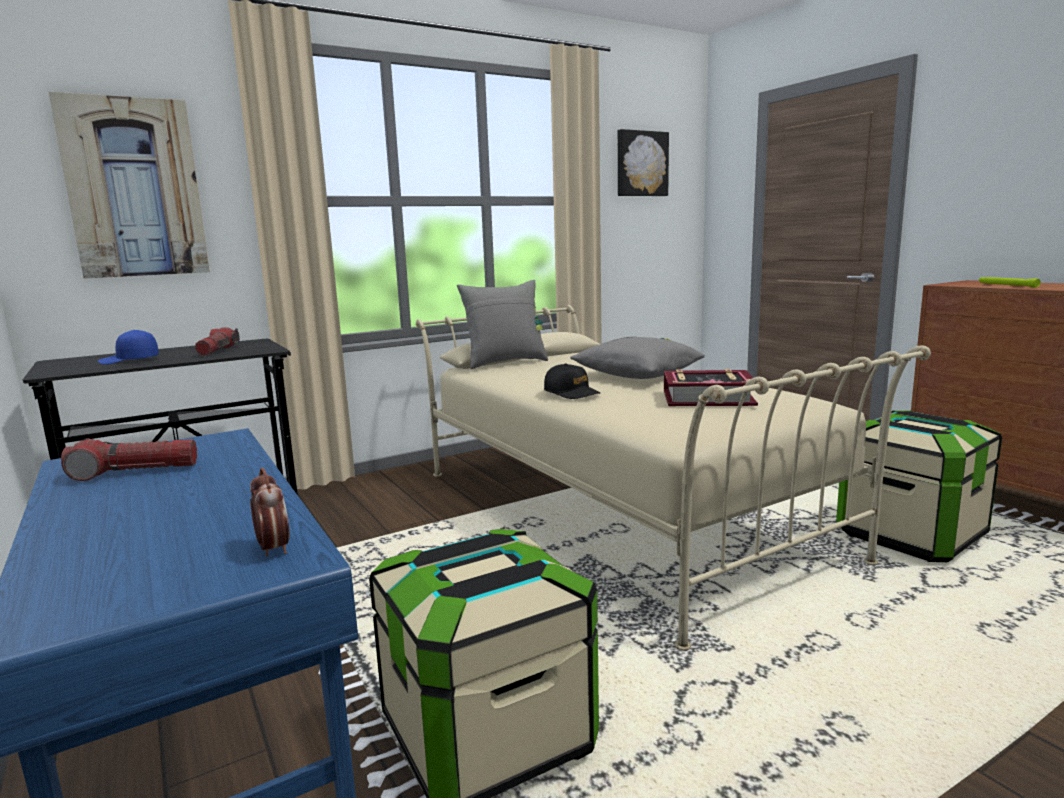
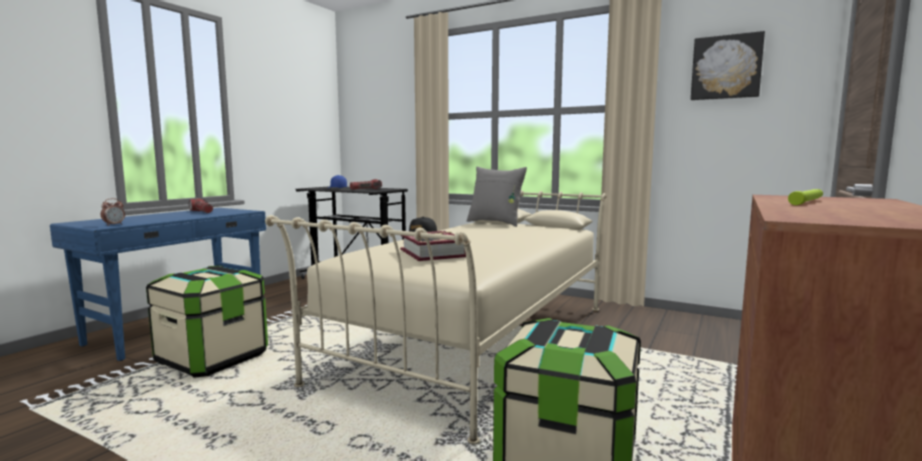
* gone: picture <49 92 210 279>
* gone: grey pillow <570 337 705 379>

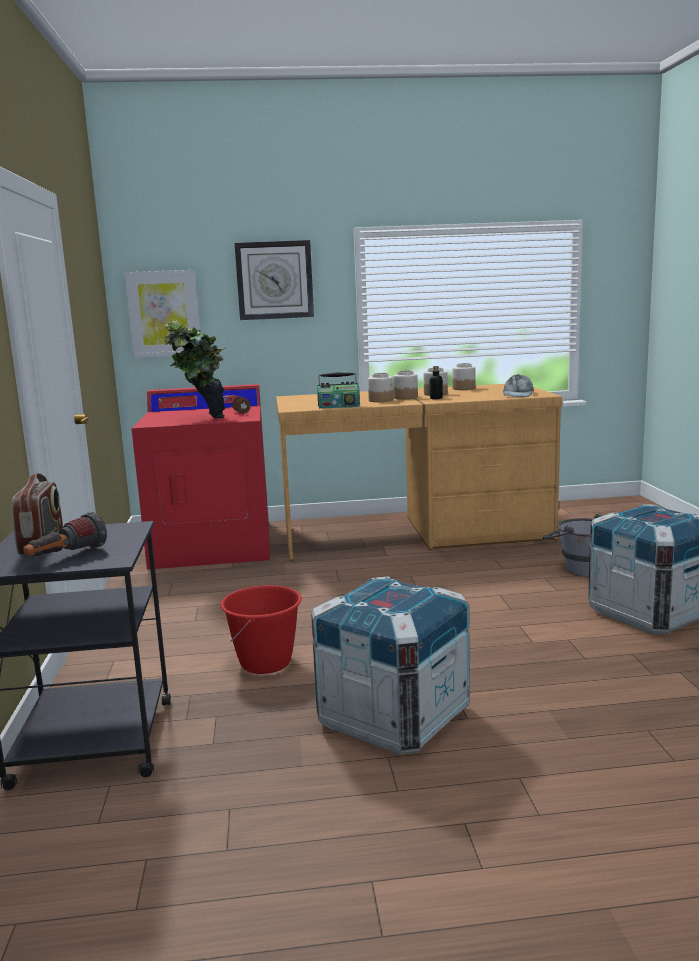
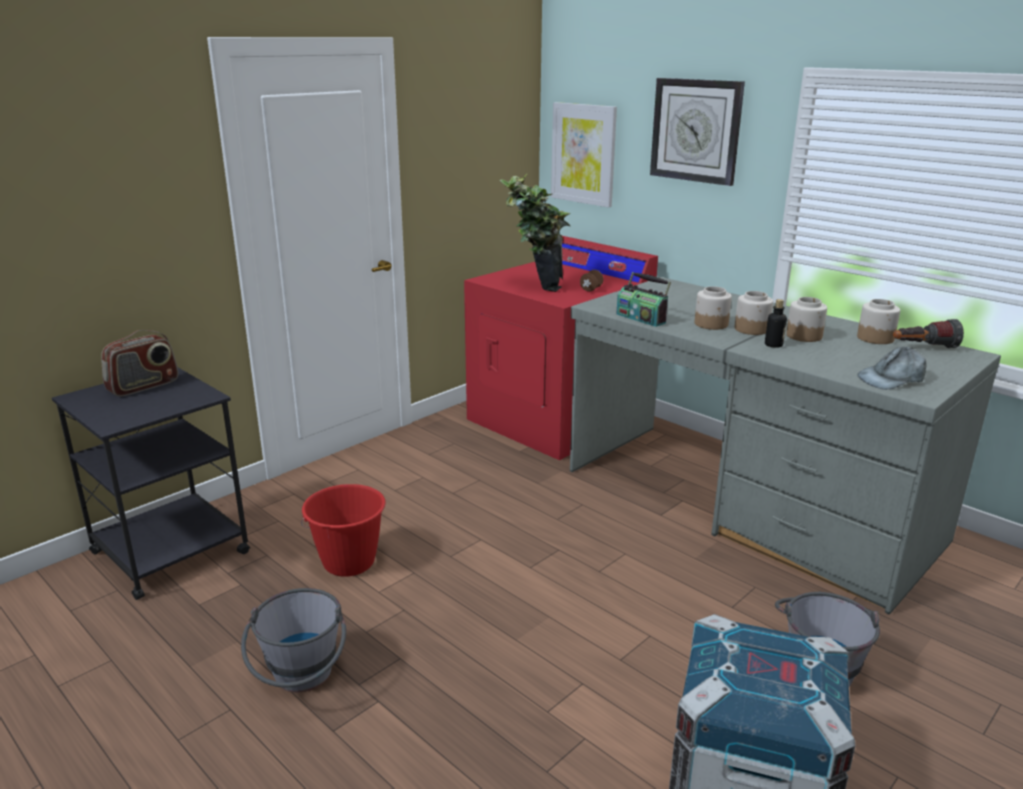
* shifted: flashlight <23 512 107 556> to <893 319 964 348>
* repainted: brown desk <276 384 563 562> to grey desk <570 277 1001 614>
* swapped: crate <311 576 470 755> to grey bucket <241 588 346 692>

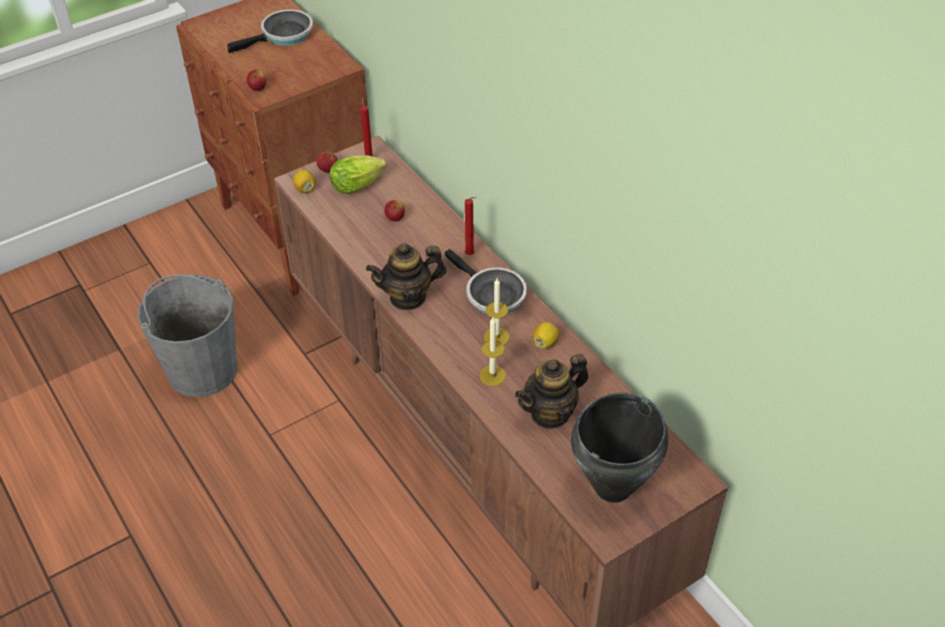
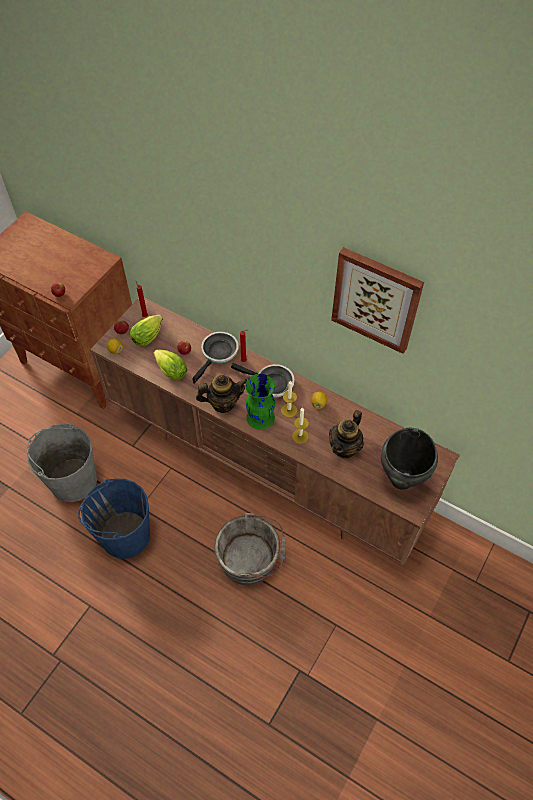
* shifted: frying pan <227 9 313 53> to <192 332 239 383>
* rotated: teapot <366 243 447 310> = <196 375 247 413> 150 degrees counterclockwise
* new: blue bucket <78 478 150 559>
* new: lettuce <154 349 187 380>
* new: grey bucket <214 513 286 585>
* new: green vase <245 374 275 430>
* new: picture <331 247 424 354>

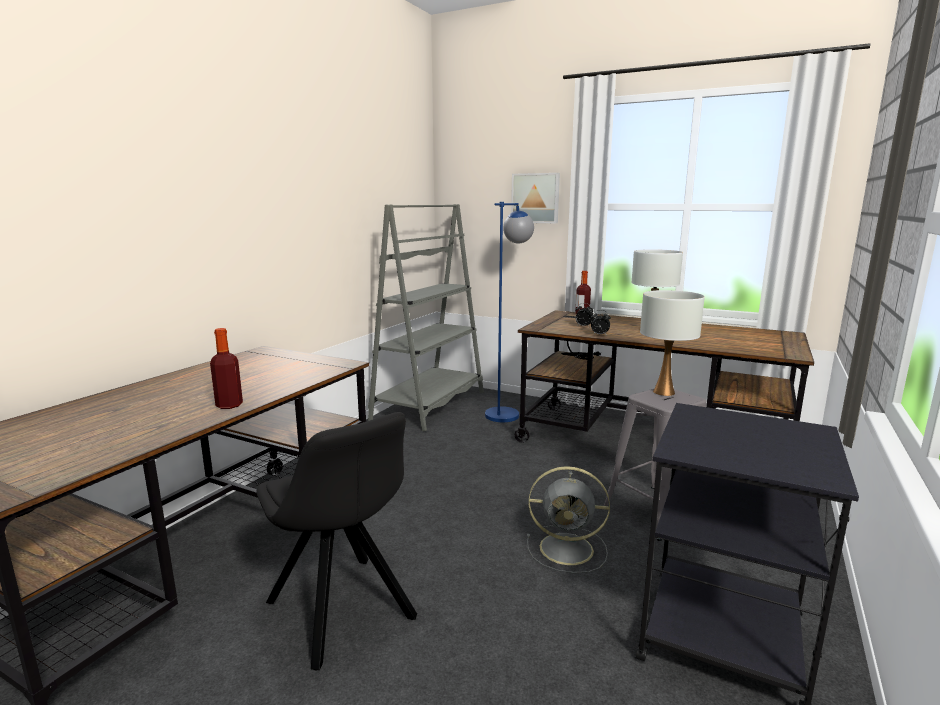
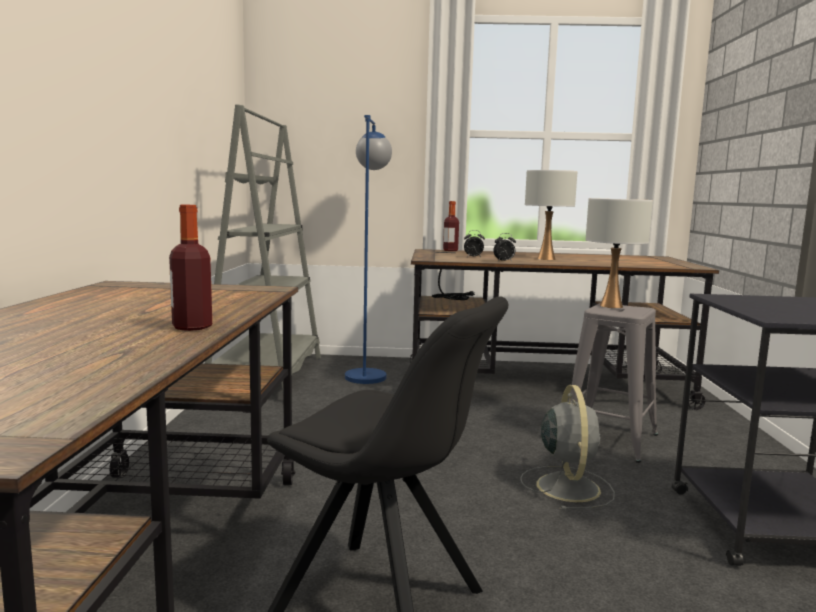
* gone: picture <511 173 560 223>
* rotated: grey fan <527 466 610 573> = <520 385 615 510> 75 degrees counterclockwise

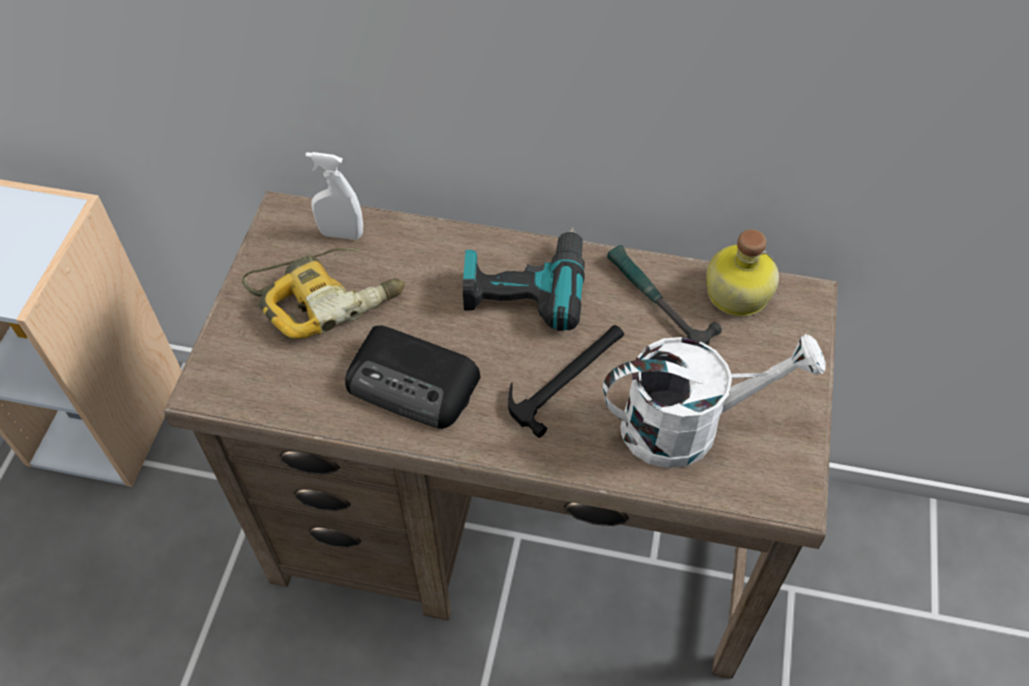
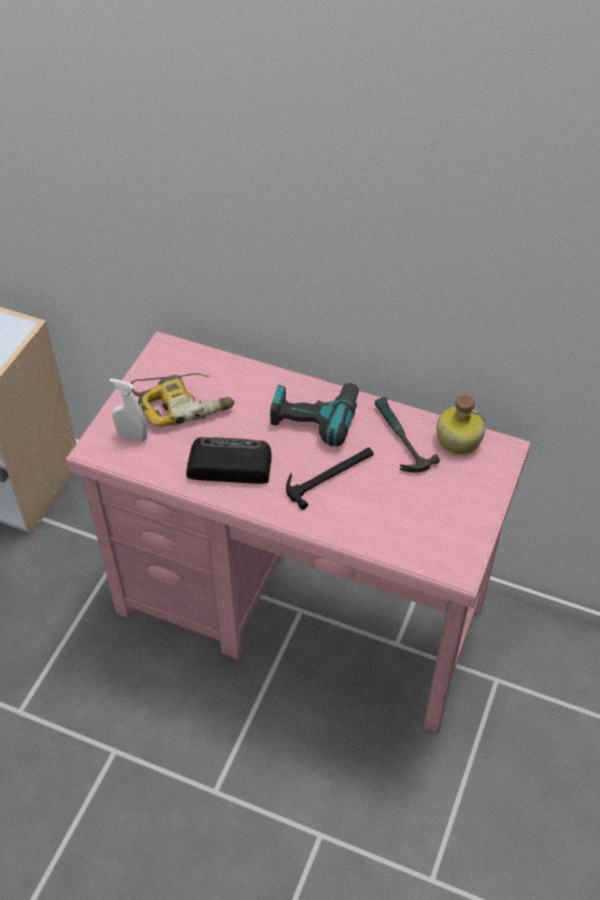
* repainted: brown desk <164 191 838 678> to pink desk <66 331 531 733>
* shifted: white spray bottle <306 152 363 240> to <109 378 147 442>
* rotated: radio <345 325 481 429> = <186 437 272 484> 150 degrees clockwise
* gone: white watering can <603 334 826 468>

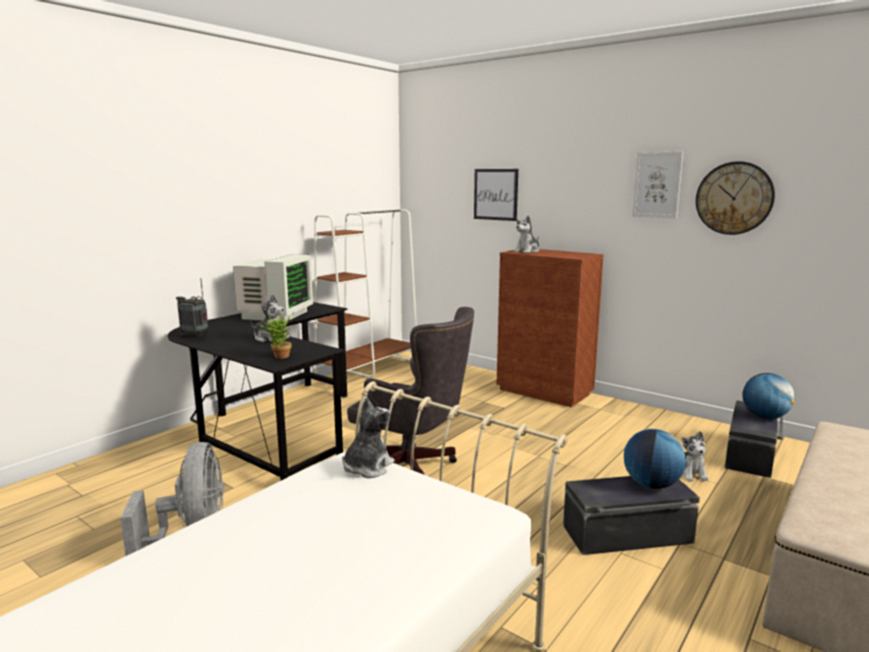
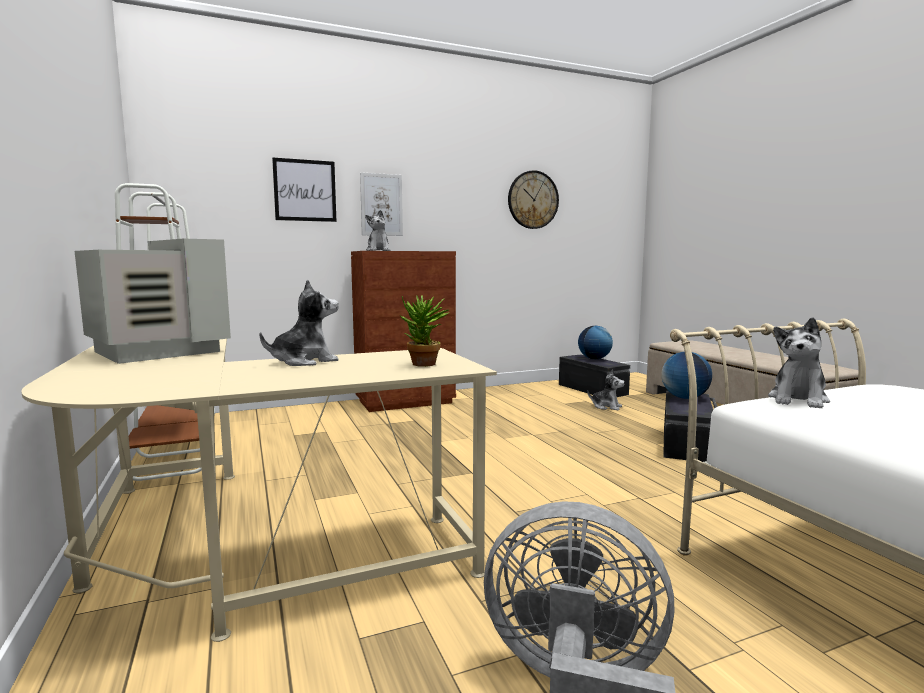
* repainted: black desk <168 302 348 480> to beige desk <21 339 497 642>
* gone: radio <176 278 208 337>
* rotated: plush toy <342 397 395 478> = <768 317 830 408> 120 degrees counterclockwise
* gone: grey office chair <347 307 474 474>
* shifted: picture <632 151 683 218> to <360 172 403 236>

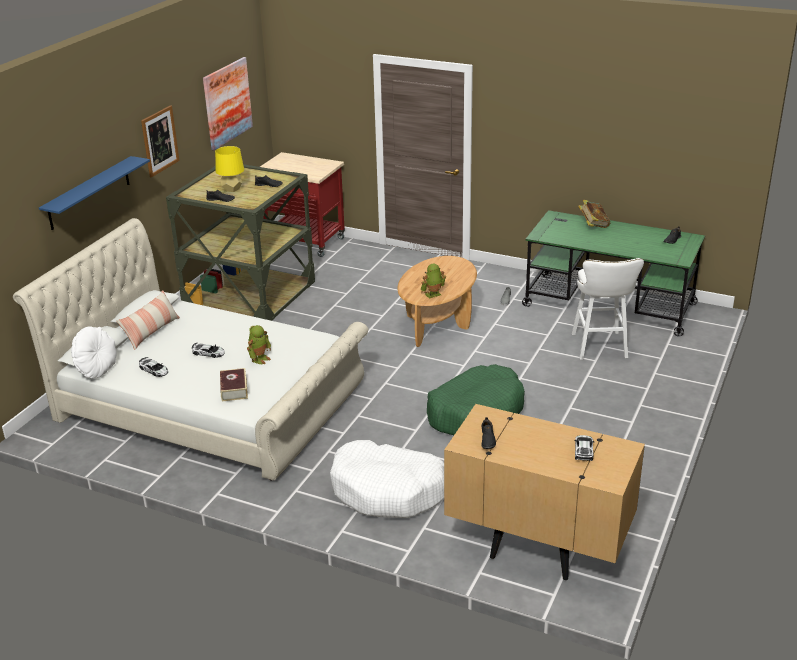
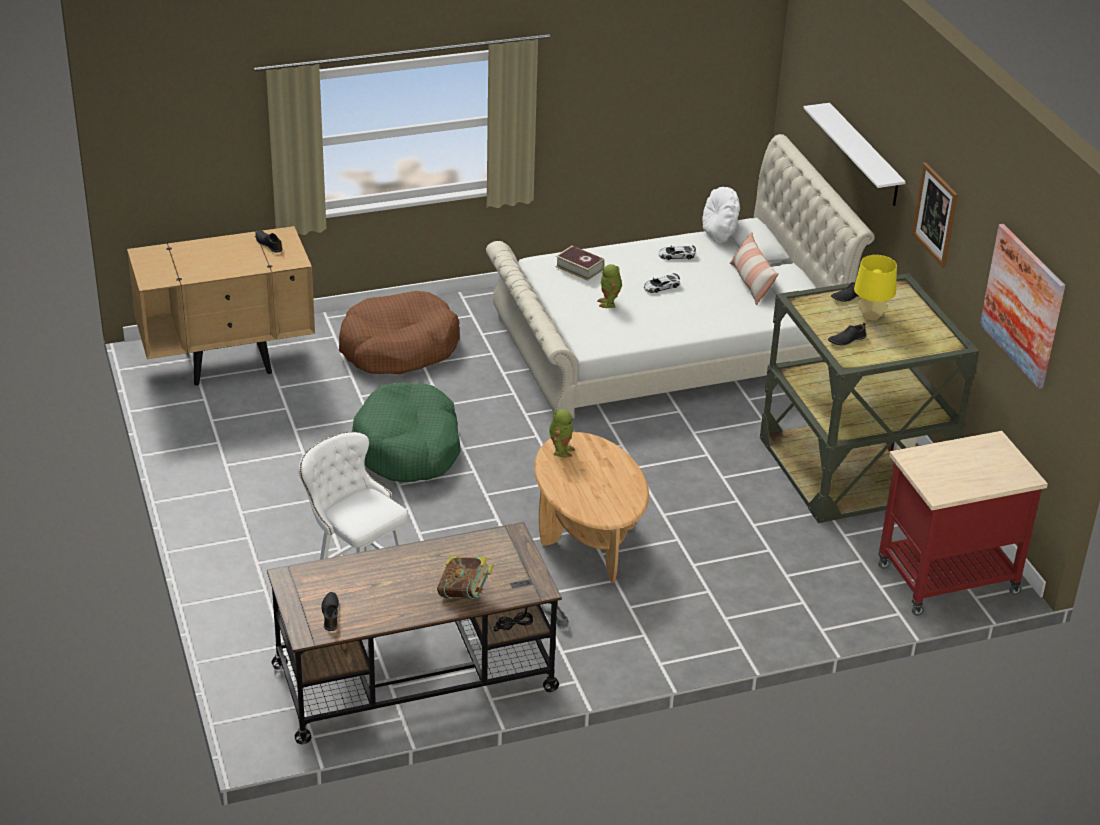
* repainted: blue shelf <39 156 150 230> to white shelf <803 103 906 206>
* repainted: white dog bed <330 440 444 518> to brown dog bed <339 291 460 374>
* repainted: green desk <522 210 705 337> to brown desk <267 522 562 744>
* gone: toy car <574 435 594 461>

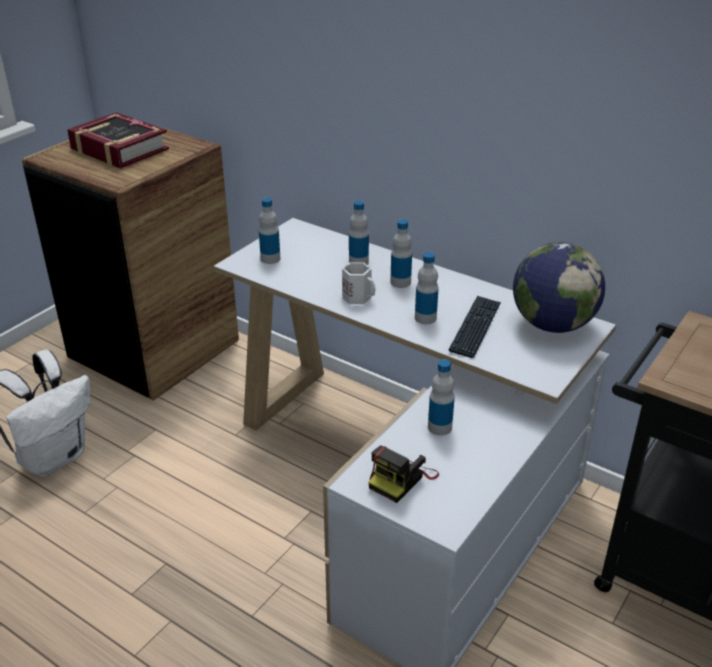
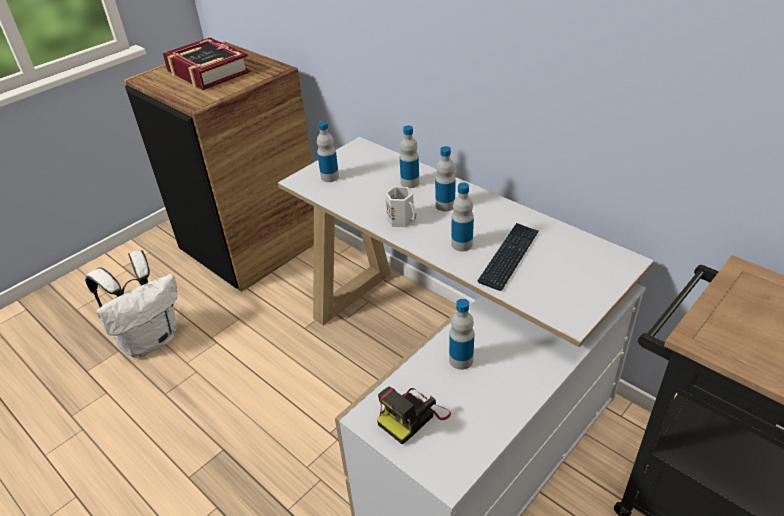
* gone: globe <513 242 605 333>

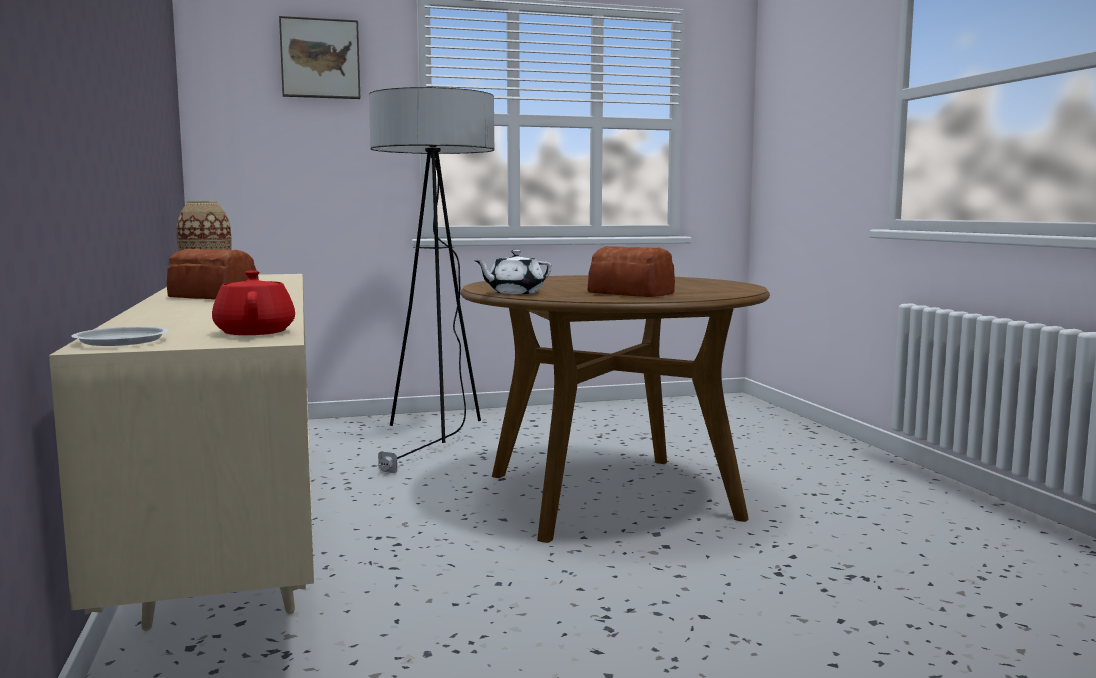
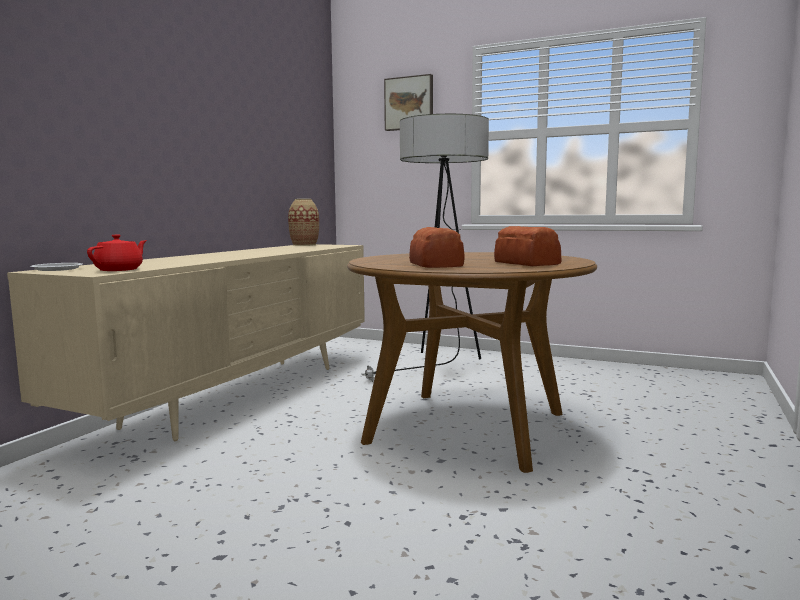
* shifted: bread <167 249 259 300> to <494 226 561 266>
* gone: white teapot <475 250 552 294>

